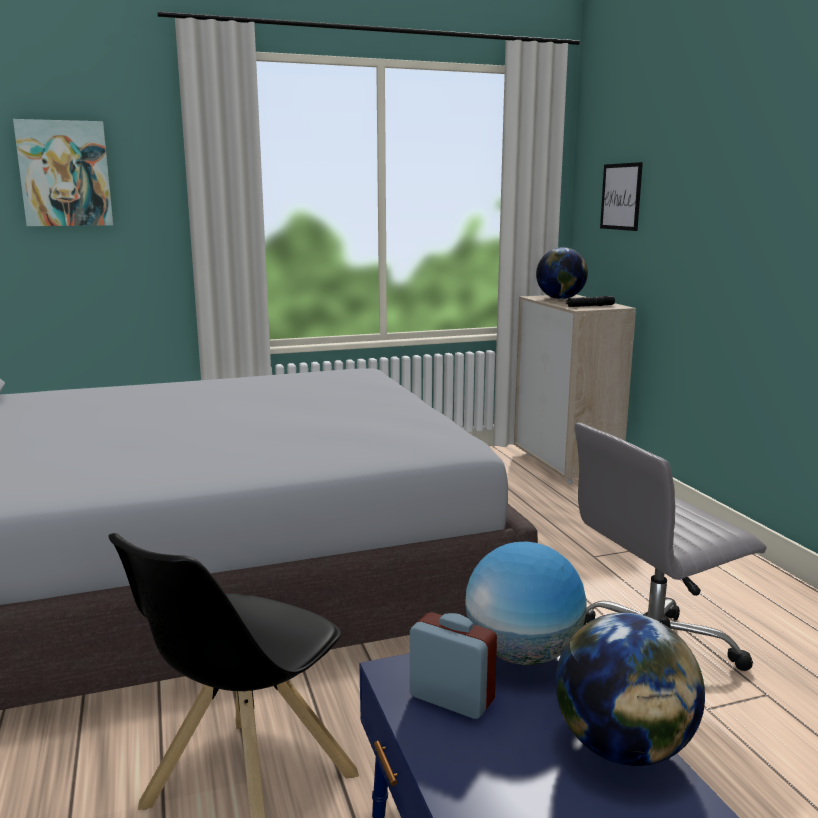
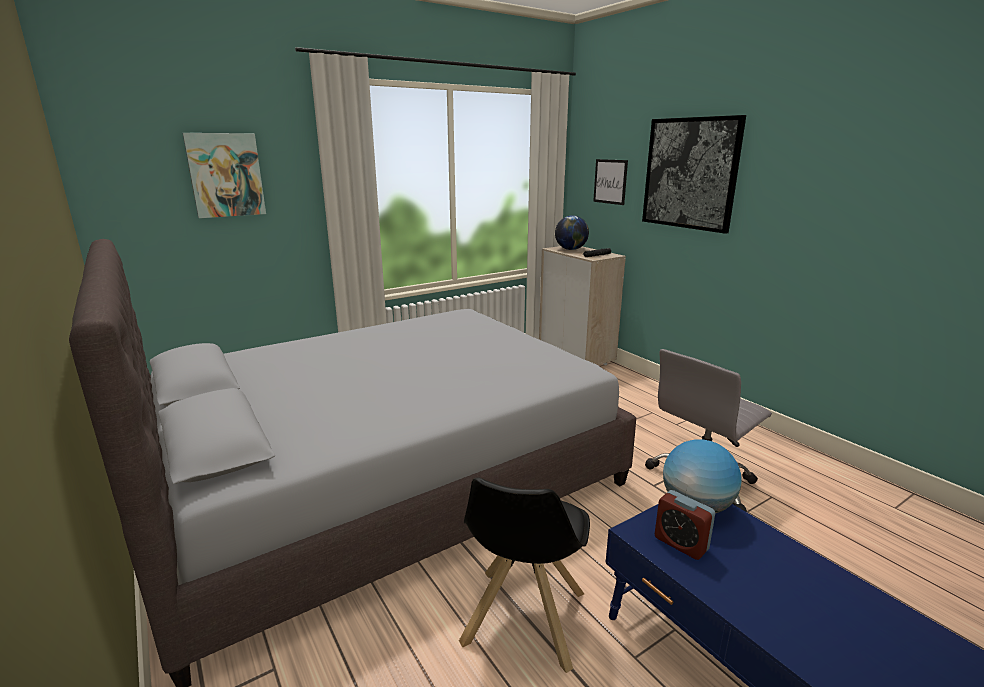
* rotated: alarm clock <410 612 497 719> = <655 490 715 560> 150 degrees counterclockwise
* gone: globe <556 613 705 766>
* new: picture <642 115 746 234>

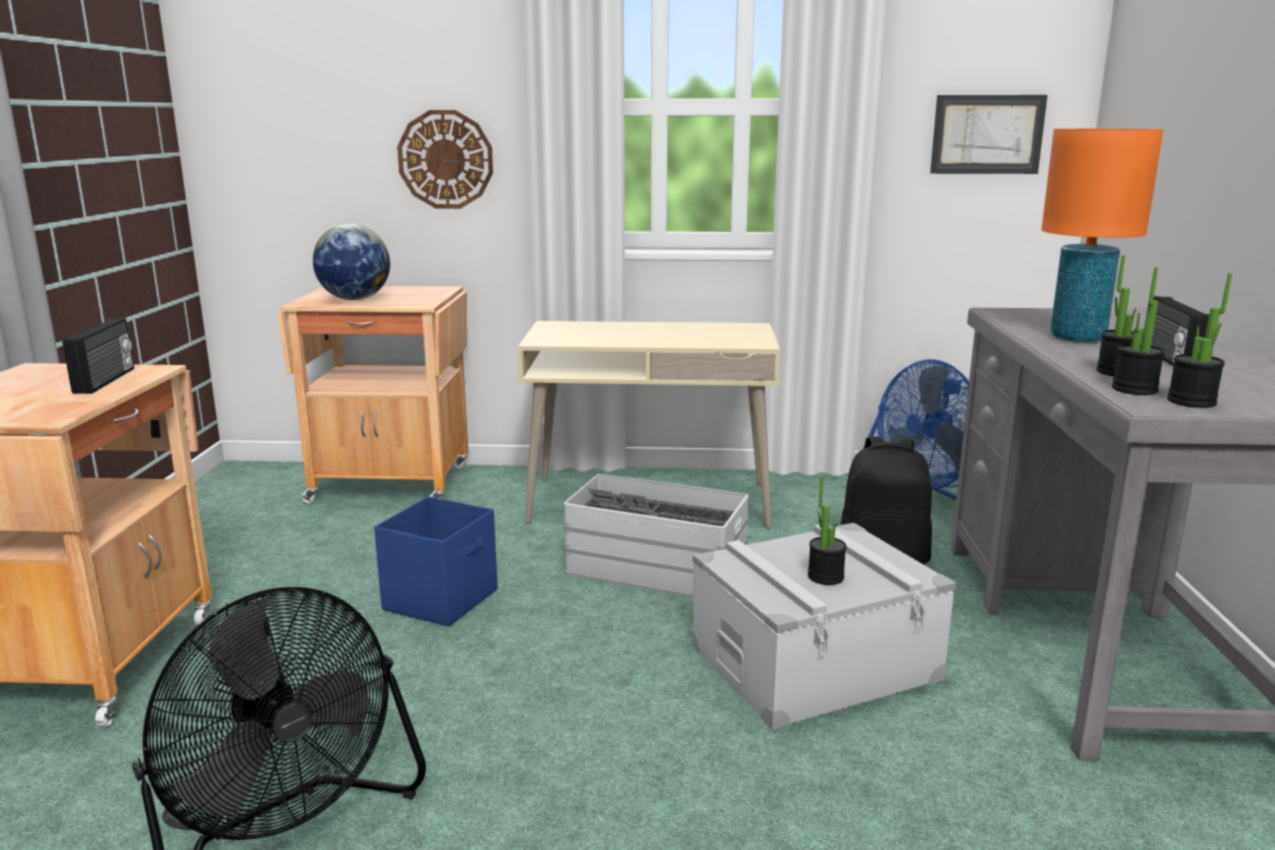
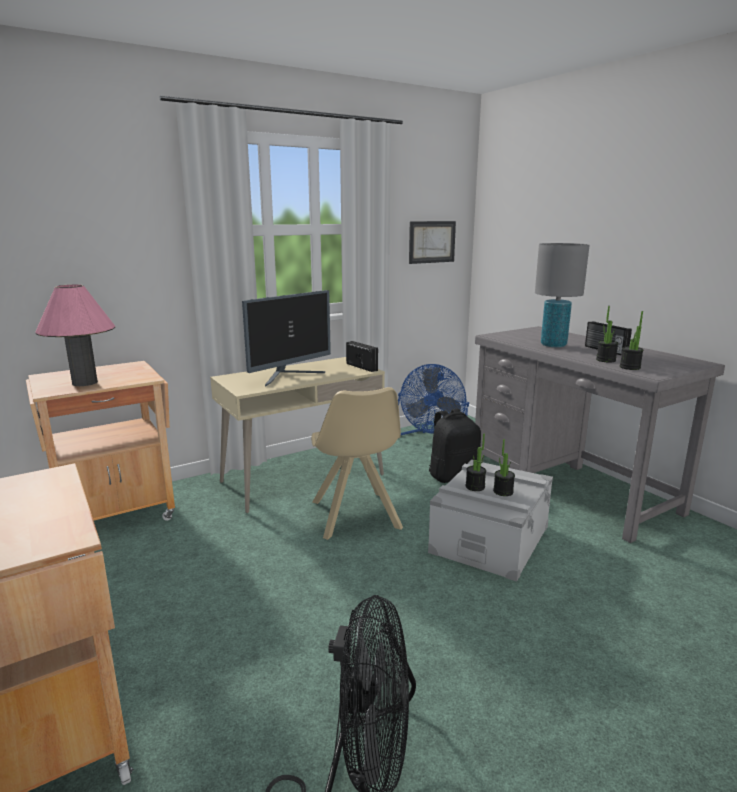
* shifted: radio <62 318 134 394> to <346 341 378 372>
* swapped: globe <313 224 390 300> to pink table lamp <35 284 115 386>
* gone: blue storage box <374 496 498 627>
* gone: wall clock <397 110 493 209>
* swapped: grey storage box <563 474 748 597> to beige chair <311 387 403 540>
* repainted: orange table lamp <1041 128 1164 342> to grey table lamp <535 243 590 347>
* shifted: potted plant <1167 273 1232 408> to <466 433 486 491>
* new: monitor <242 290 331 387>

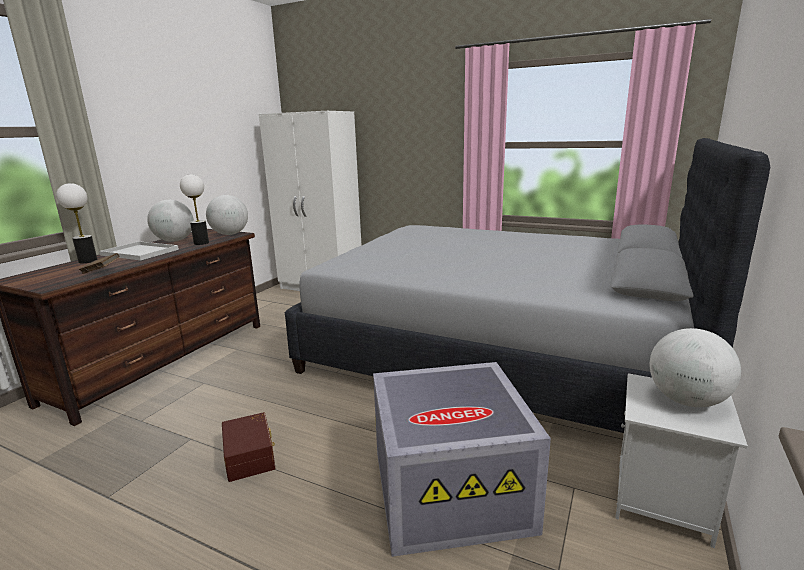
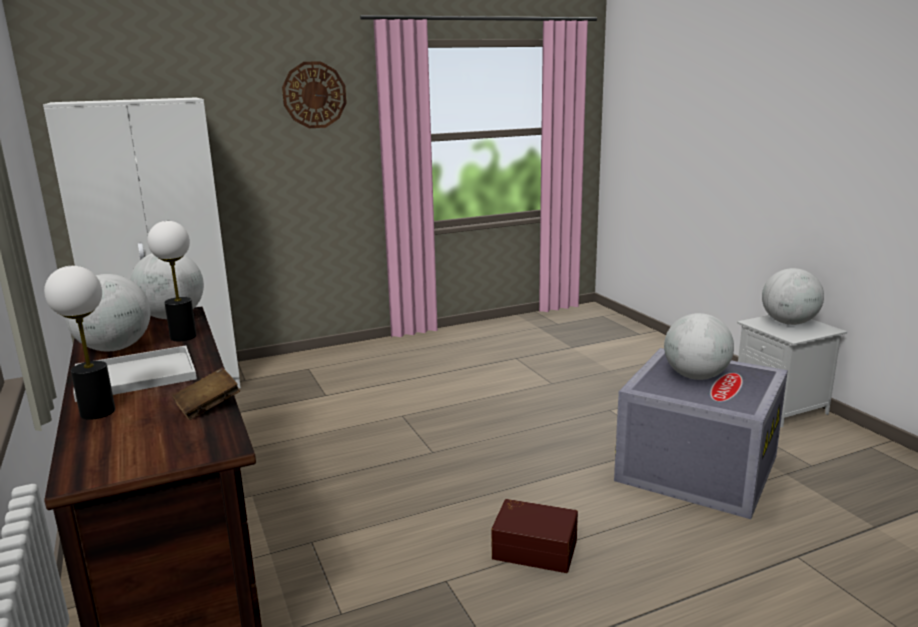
* gone: grey bed <285 138 770 433>
* new: wall clock <282 61 347 128>
* new: globe <664 313 734 380>

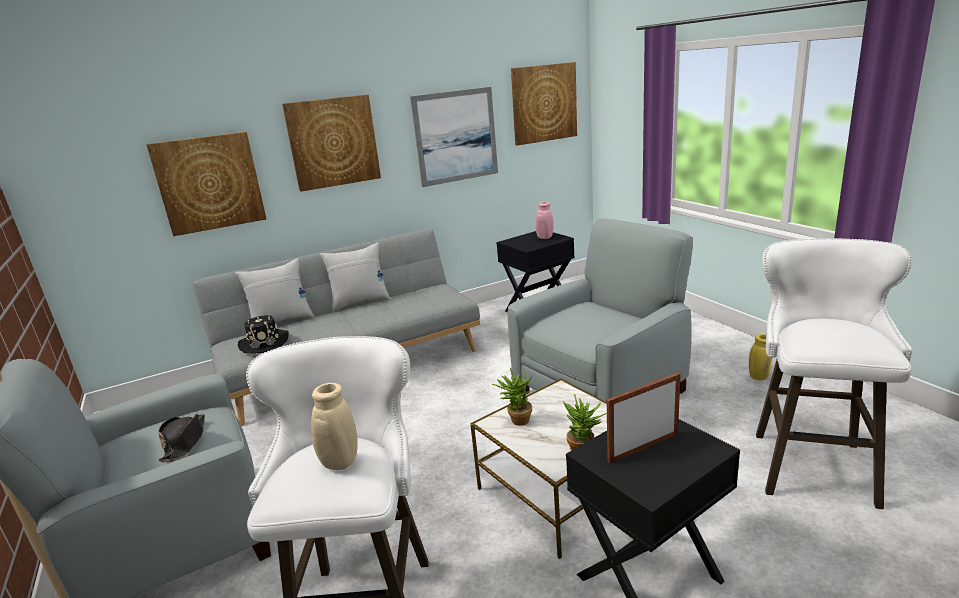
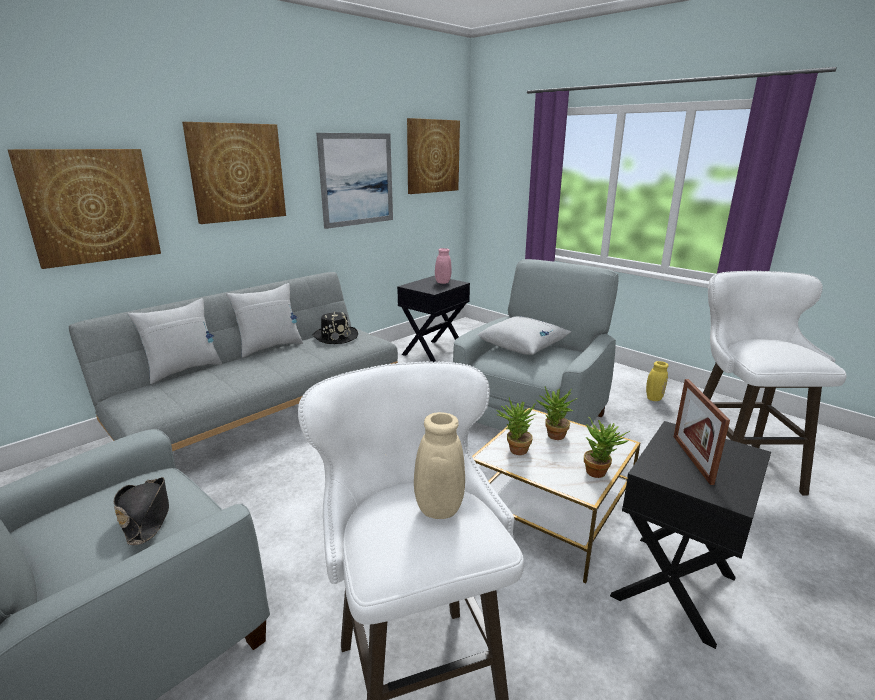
* shifted: black hat <238 315 289 354> to <313 311 358 344>
* rotated: picture frame <607 372 680 463> = <673 379 730 485> 45 degrees counterclockwise
* new: grey pillow <477 316 571 355>
* new: potted plant <536 386 577 440>

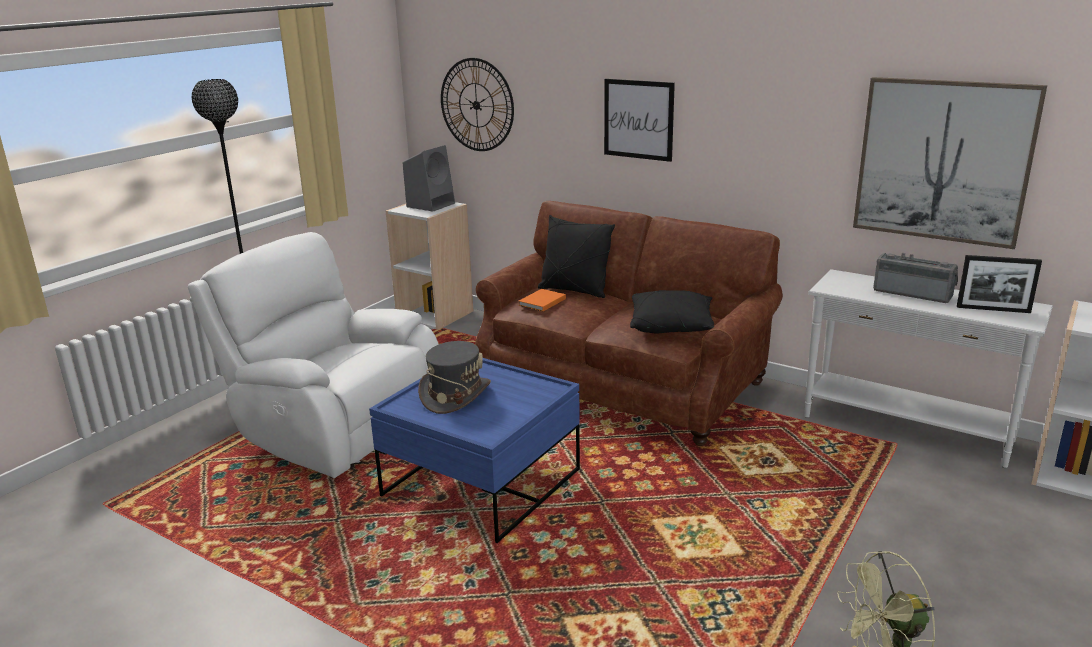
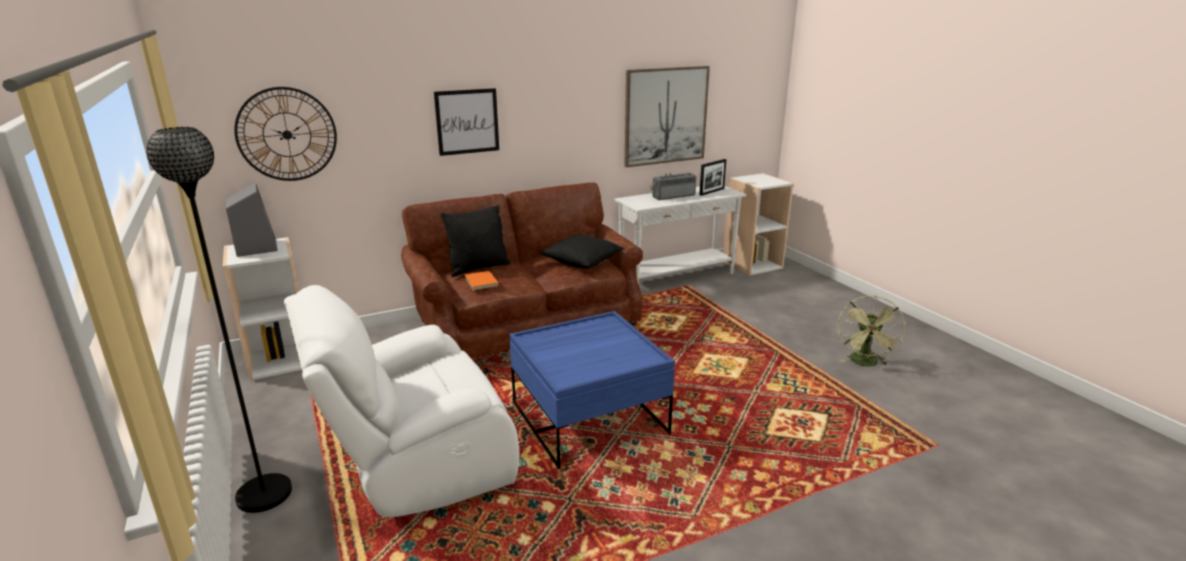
* gone: grey hat <418 341 491 414>

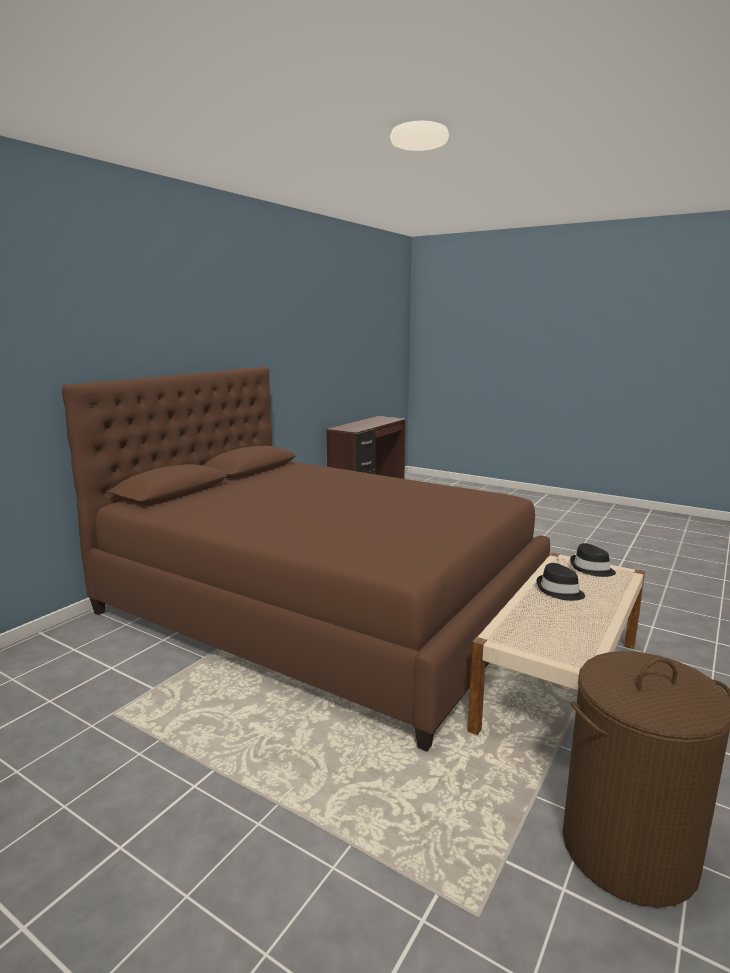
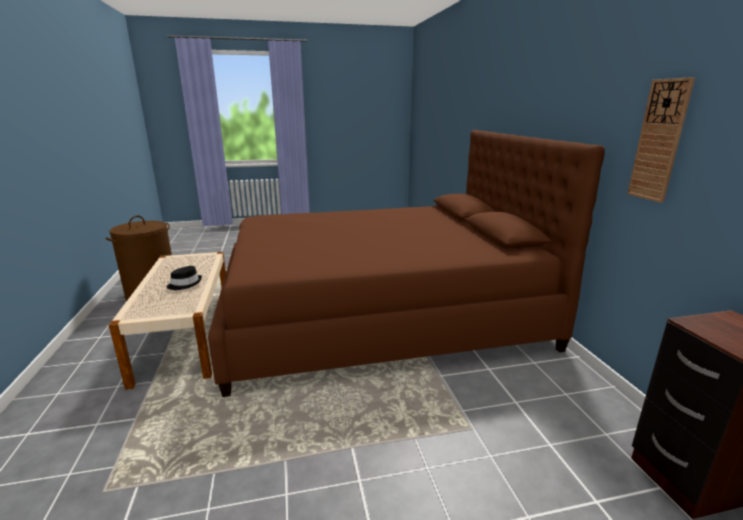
* gone: black hat <570 543 616 577>
* new: wall clock <627 77 695 203>

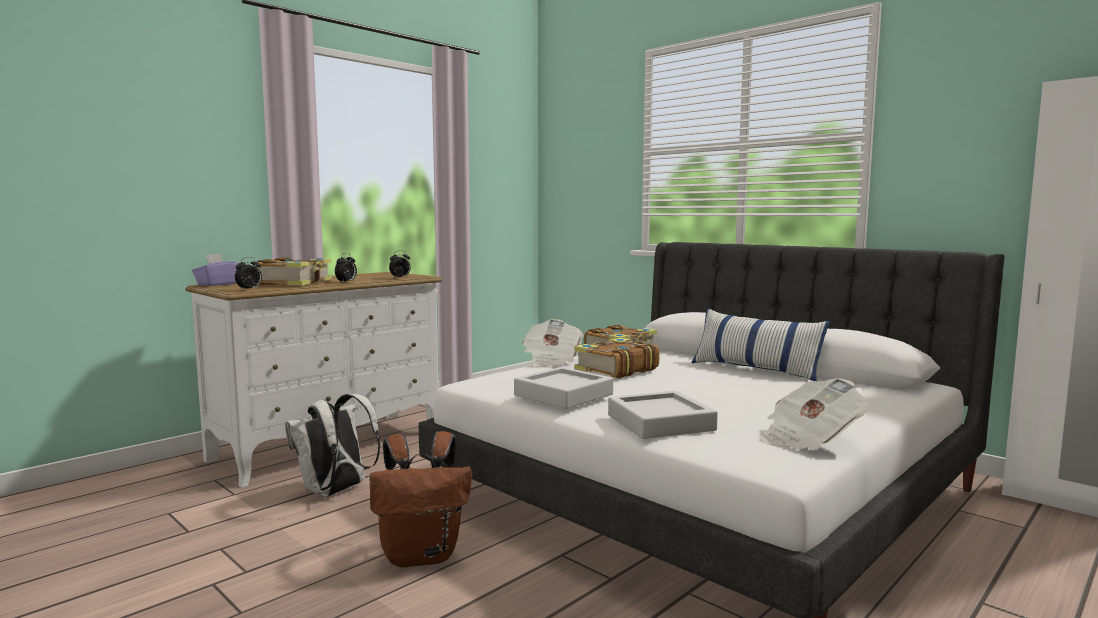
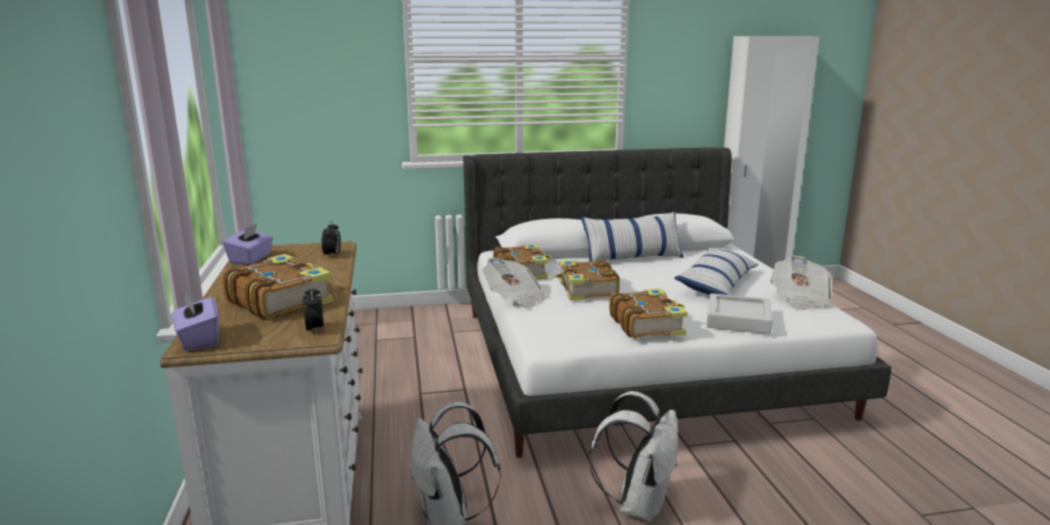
* gone: alarm clock <335 253 357 283>
* repainted: brown backpack <369 431 472 568> to white backpack <589 391 678 522>
* swapped: grey tray <514 367 613 409> to book <609 288 688 339>
* new: purple tissue box <223 224 273 265>
* new: pillow <674 248 758 295>

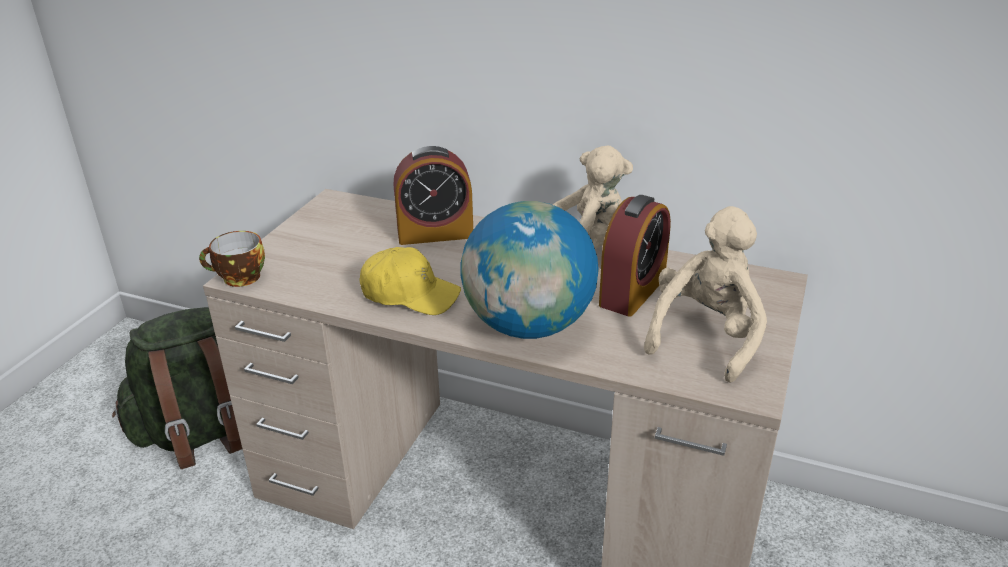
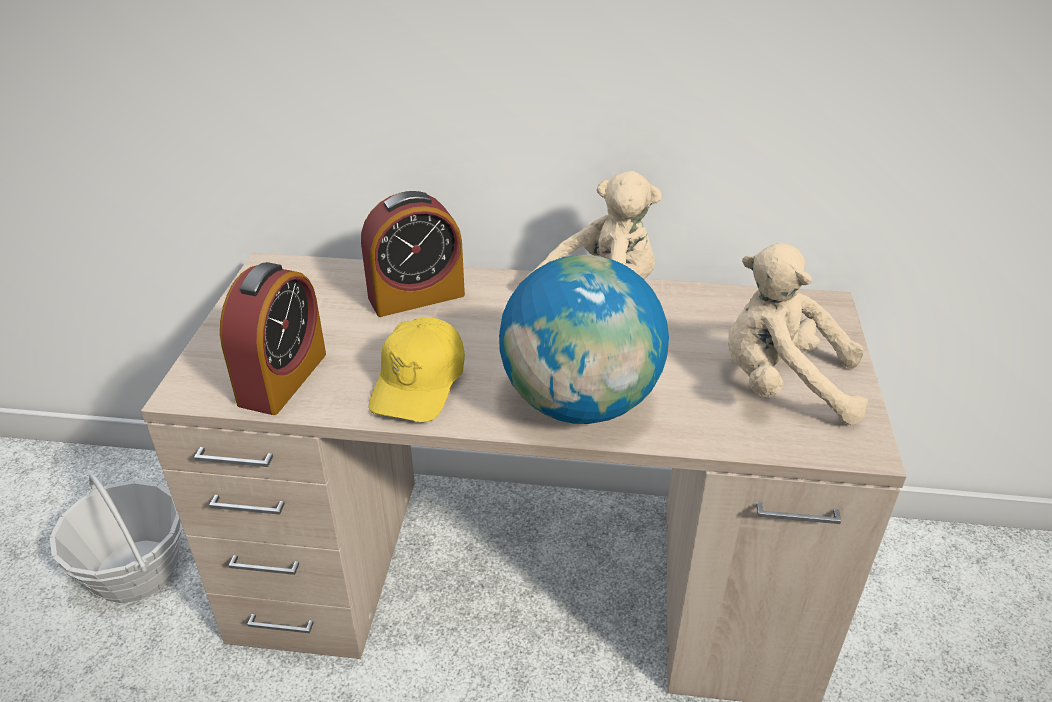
* swapped: green backpack <112 307 242 469> to basket <50 474 183 603>
* gone: cup <199 231 265 287>
* rotated: yellow cap <360 247 461 315> = <369 317 465 423> 105 degrees clockwise
* shifted: alarm clock <599 195 671 317> to <220 262 326 415>
* rotated: beige plush toy <644 206 767 383> = <728 243 868 425> 90 degrees counterclockwise

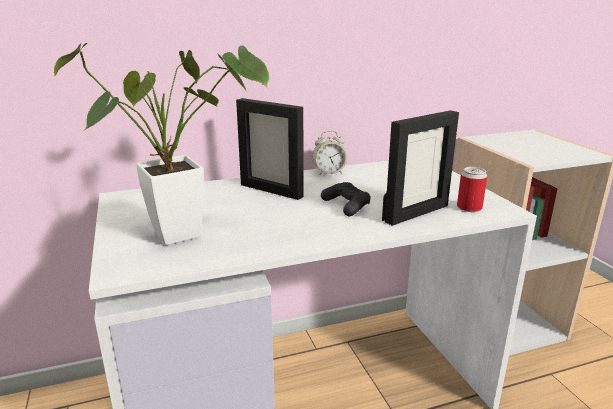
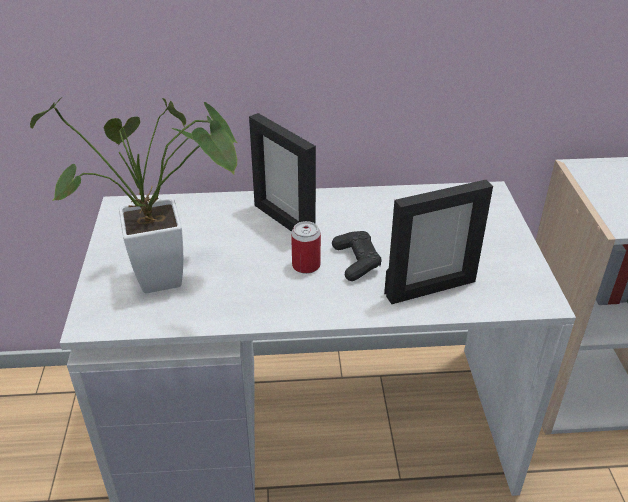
* gone: alarm clock <313 130 347 175>
* shifted: can <457 167 487 212> to <291 221 321 274>

